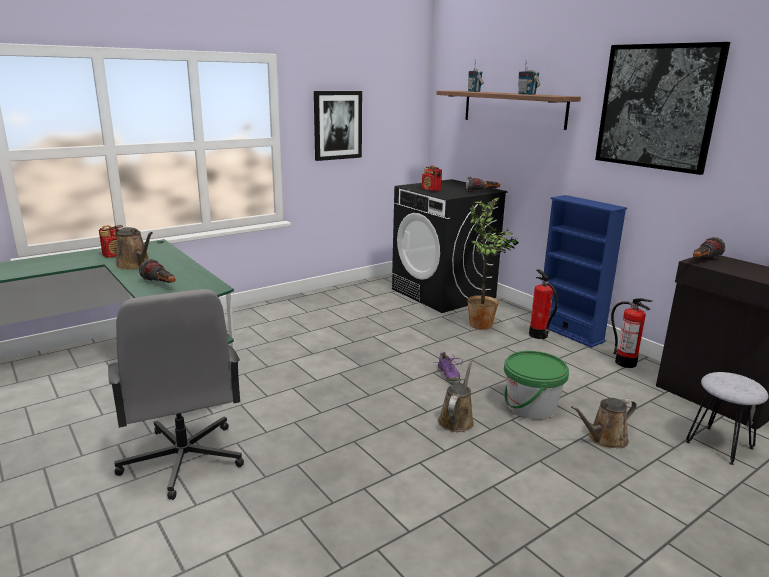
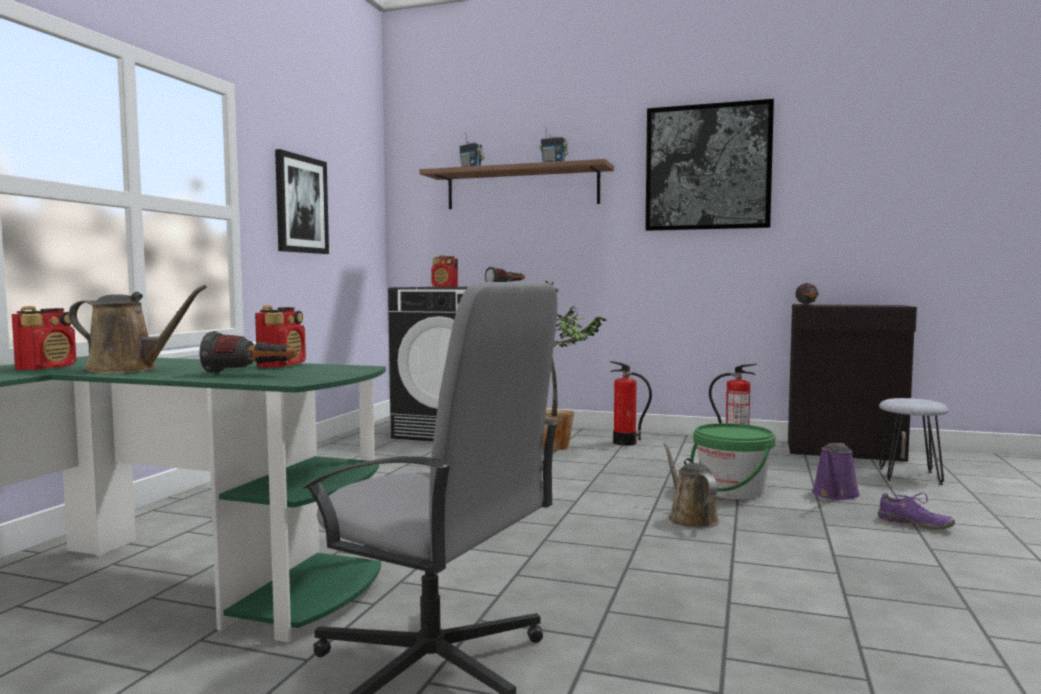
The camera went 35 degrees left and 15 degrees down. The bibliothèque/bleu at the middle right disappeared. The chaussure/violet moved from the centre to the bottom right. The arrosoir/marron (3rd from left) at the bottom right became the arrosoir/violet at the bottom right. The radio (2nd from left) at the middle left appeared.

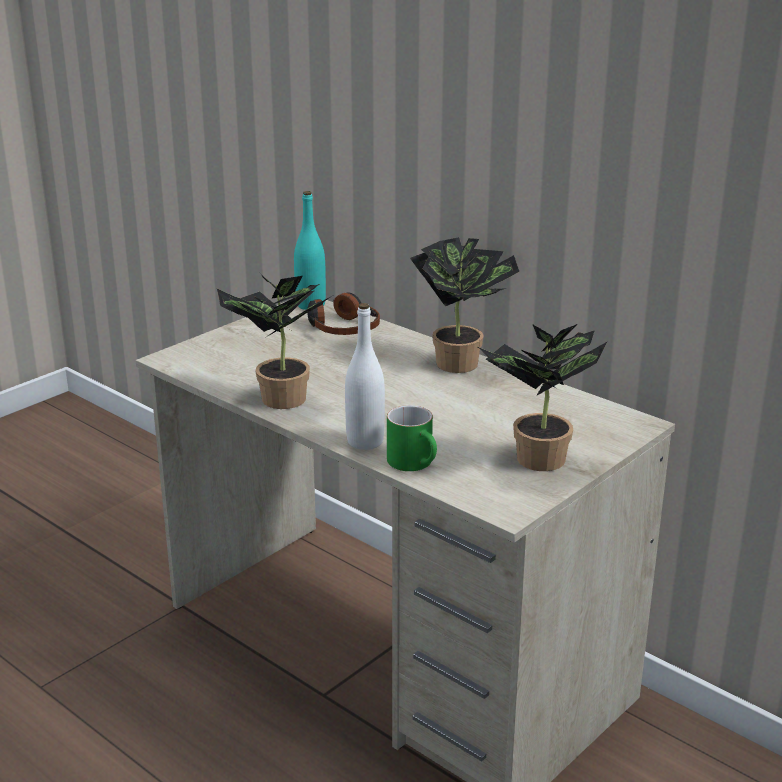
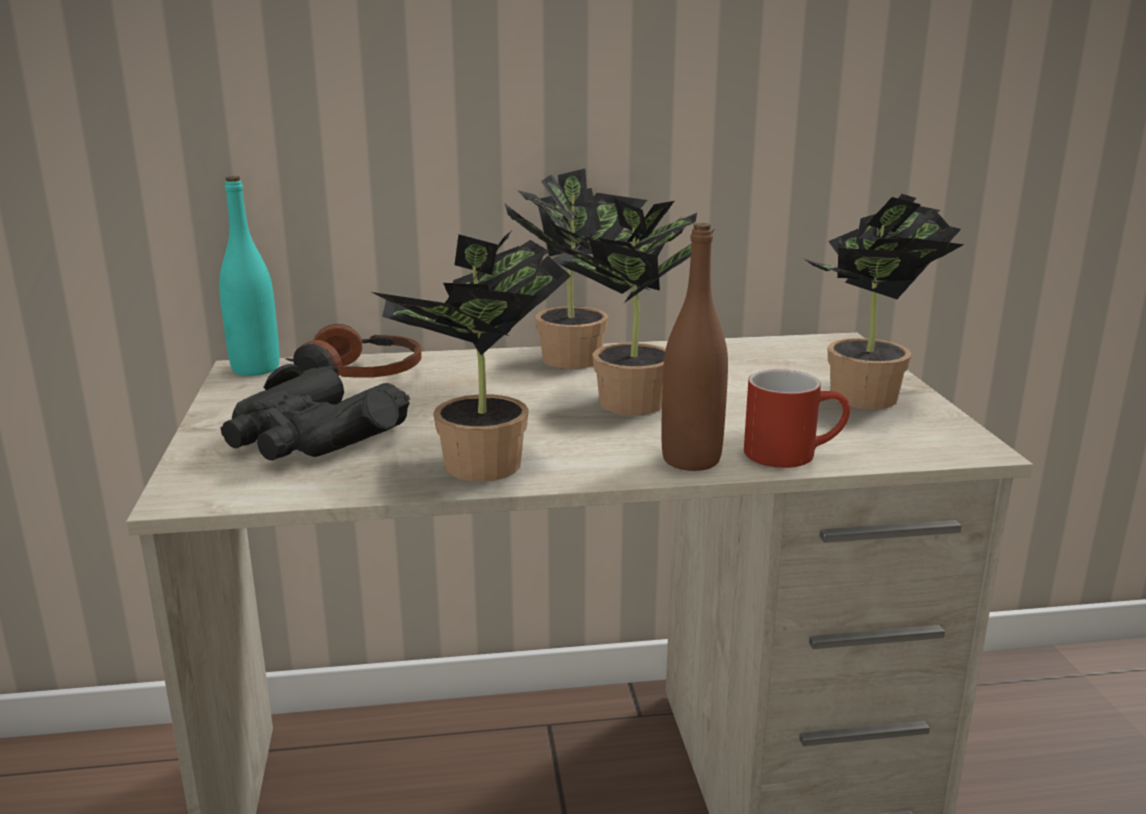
The camera went 50 degrees left and 5 degrees down. The bouteille/blanc at the centre became the bouteille/marron at the centre. The mug/vert at the centre became the mug/rouge at the middle right. The plante en pot (3rd from left) at the centre appeared. The jumelles/noir at the middle left appeared.

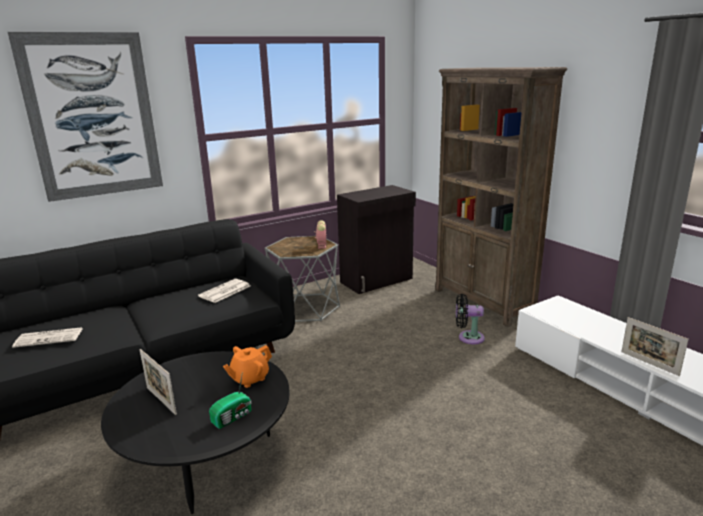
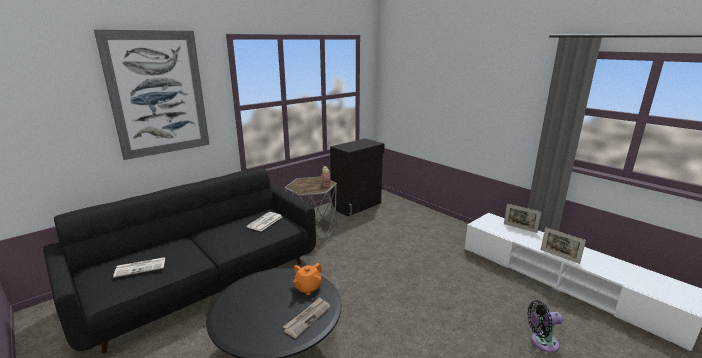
The camera went 10 degrees left and 0 degrees up. The bibliothèque/marron at the middle right disappeared. The ventilateur/noir moved from the middle right to the bottom right. The cadre photo (1st from left) moved from the bottom left to the middle right. The radio at the bottom left was replaced by the journal (3rd from left) at the bottom centre.

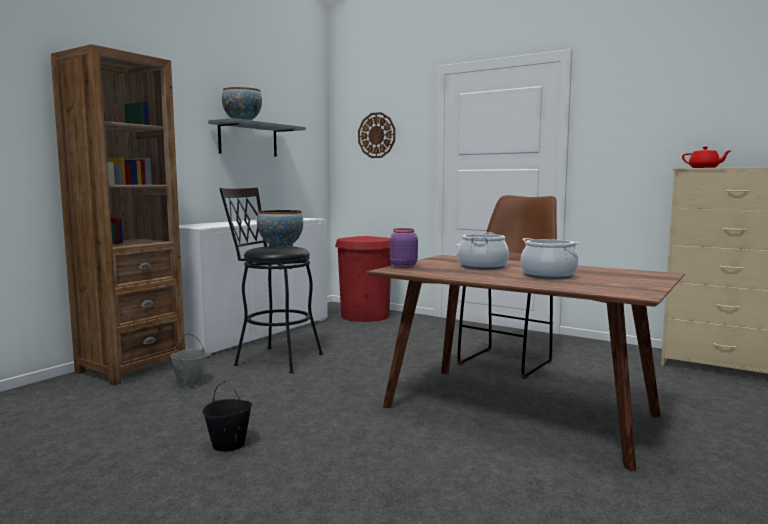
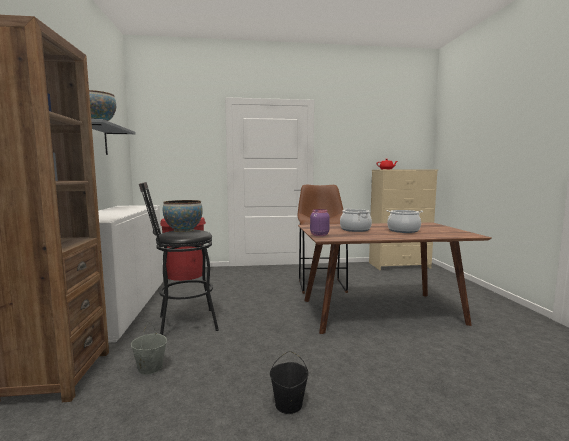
The camera went 40 degrees left and 0 degrees up. The horloge murale at the top centre disappeared.

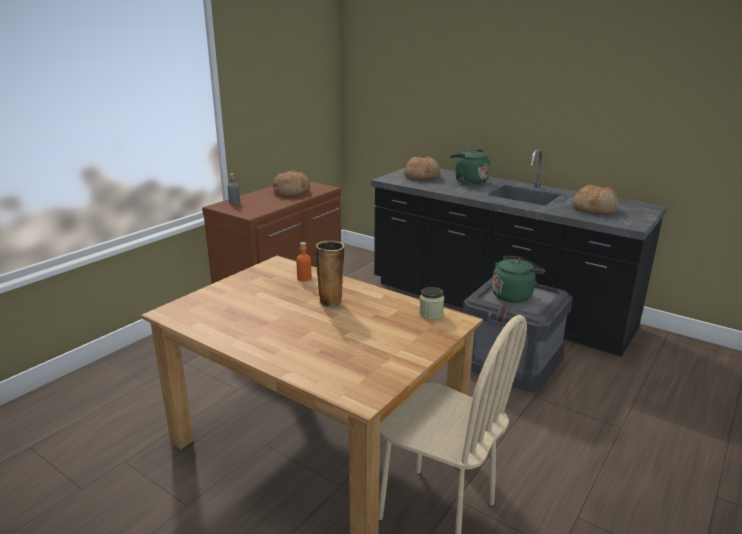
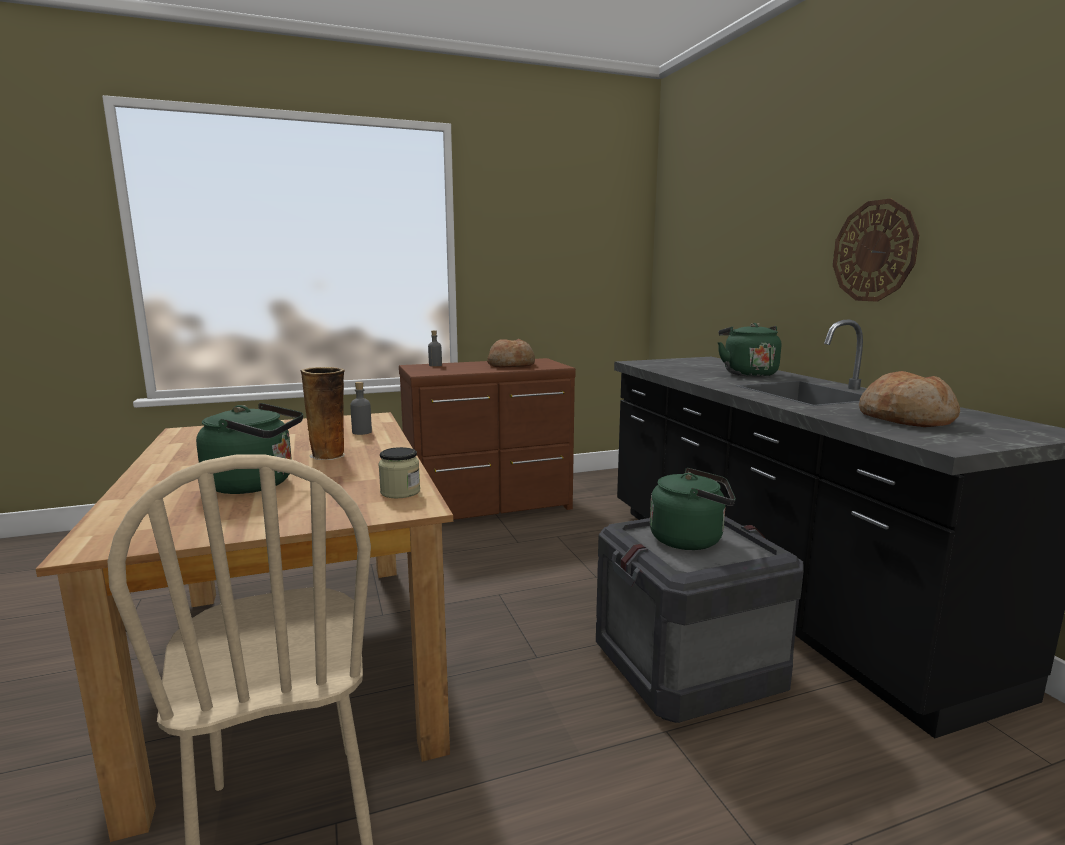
The camera went 35 degrees right and 10 degrees down. The pain (2nd from left) at the top centre disappeared. The bouteille/orange at the centre became the bouteille/gris (1st from left) at the centre. The horloge murale at the top right appeared. The bouilloire/vert (1st from left) at the middle left appeared.

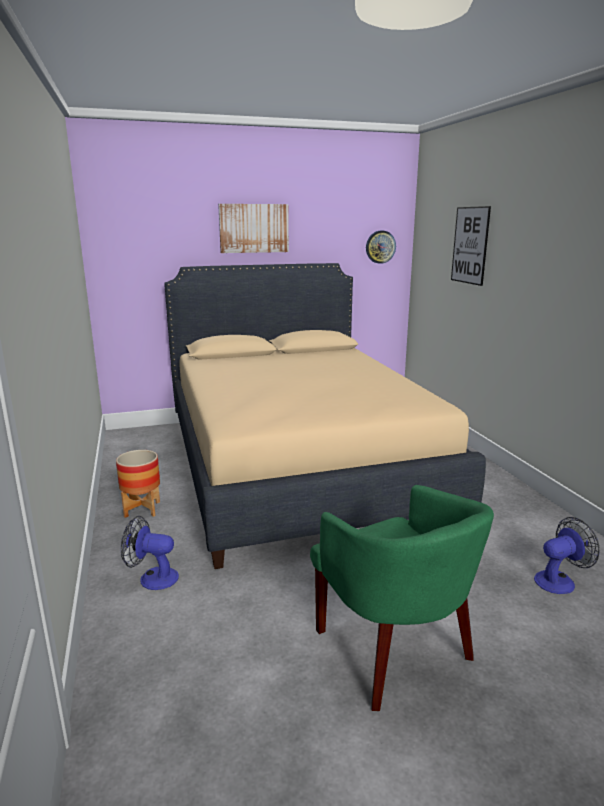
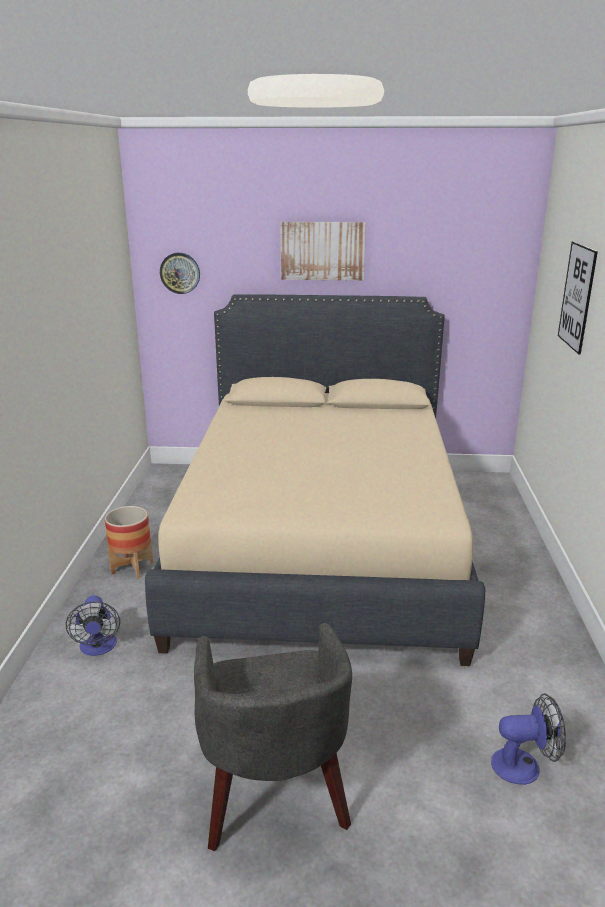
The camera went 20 degrees right and 5 degrees up. The horloge murale moved from the top centre to the top left. The fauteuil/vert at the bottom centre became the fauteuil/gris at the bottom centre. The ventilateur (1st from left) at the bottom left turned 135 degrees counterclockwise.

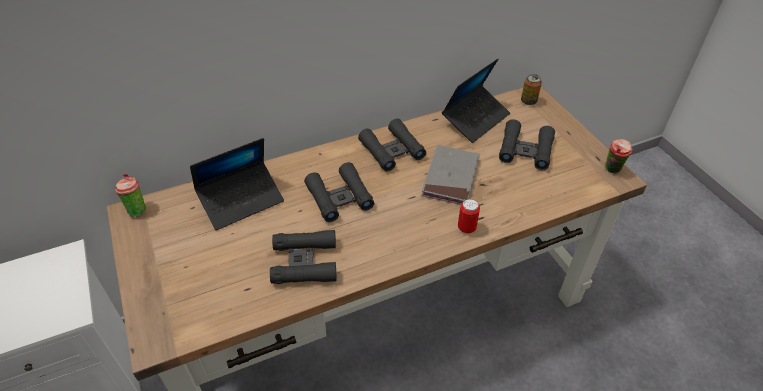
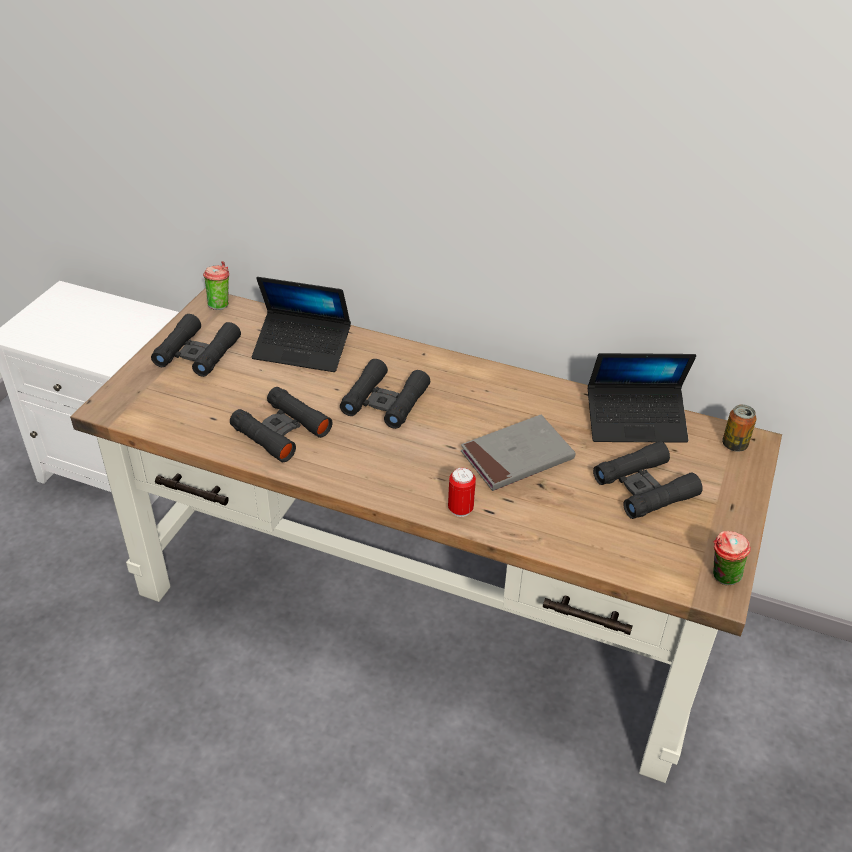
The camera went 45 degrees right and 5 degrees down. The jumelles/noir (3rd from left in the first image) moved from the centre to the middle left.

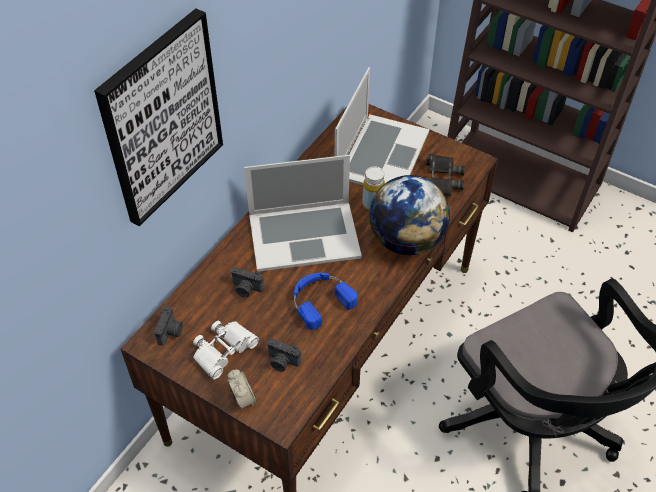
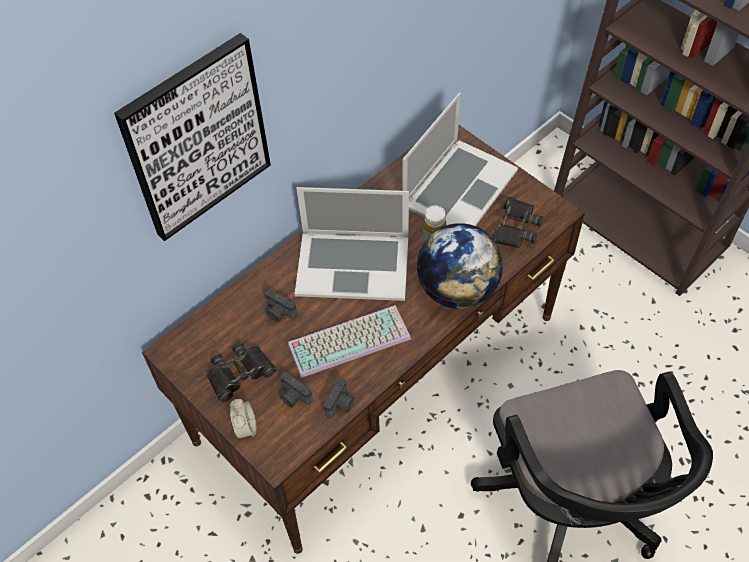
The camera went 15 degrees right and 5 degrees up. The casque audio/bleu at the centre was replaced by the clavier at the centre. The appareil photo (1st from left in the first image) moved from the middle left to the bottom centre. The jumelles/blanc at the bottom centre became the jumelles/noir (1st from left) at the middle left.

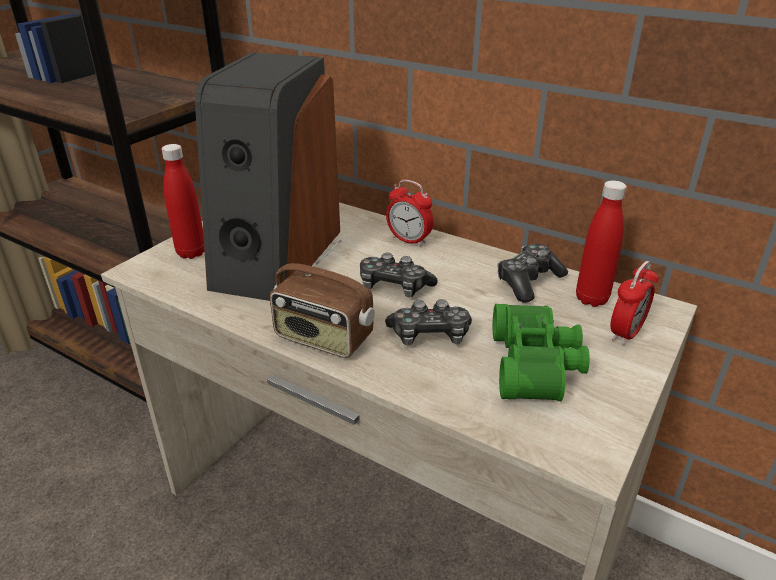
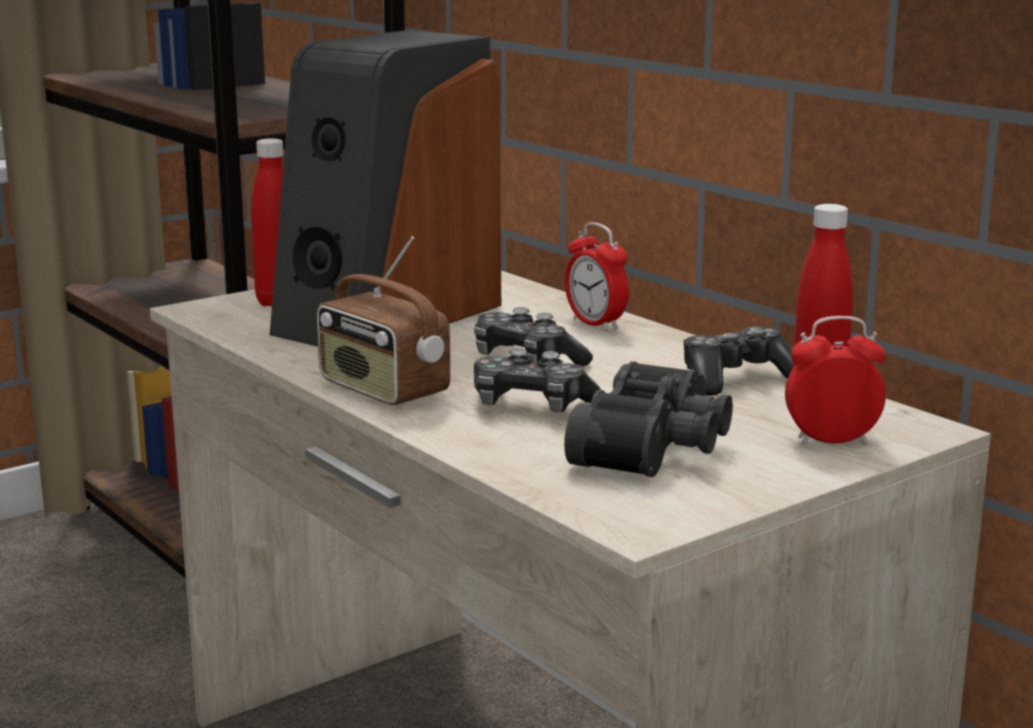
The camera went 20 degrees right and 15 degrees down. The réveil (2nd from left) at the middle right turned 150 degrees counterclockwise. The jumelles/vert at the middle right became the jumelles/noir at the centre.

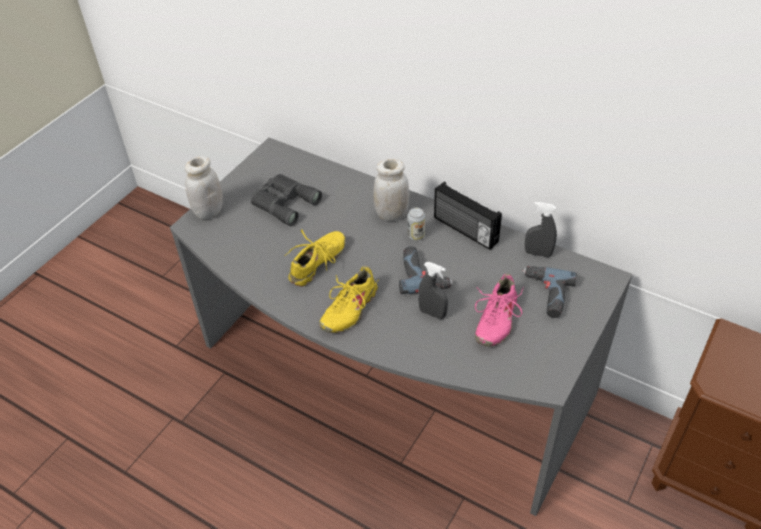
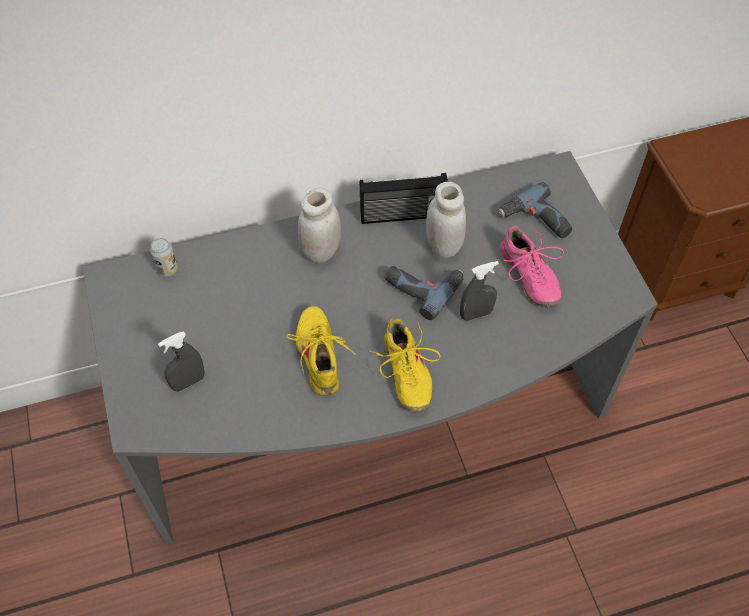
The camera went 50 degrees left and 10 degrees up. The bocal/blanc (1st from left in the first image) moved from the middle left to the centre. The jumelles/gris at the centre disappeared. The vaporisateur/gris (2nd from left in the first image) moved from the middle right to the middle left. The boîte métallique moved from the centre to the middle left.

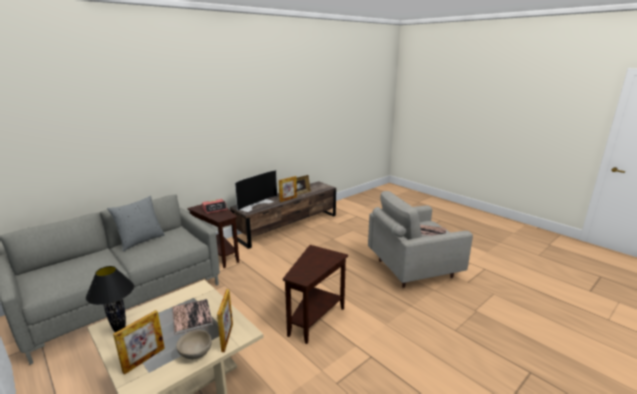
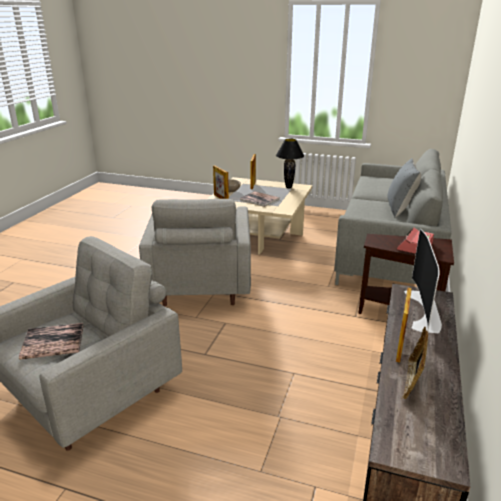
The camera went 150 degrees right and 5 degrees up. The table d'appoint/marron (2nd from left) at the bottom centre was replaced by the fauteuil/gris (2nd from left) at the centre.

